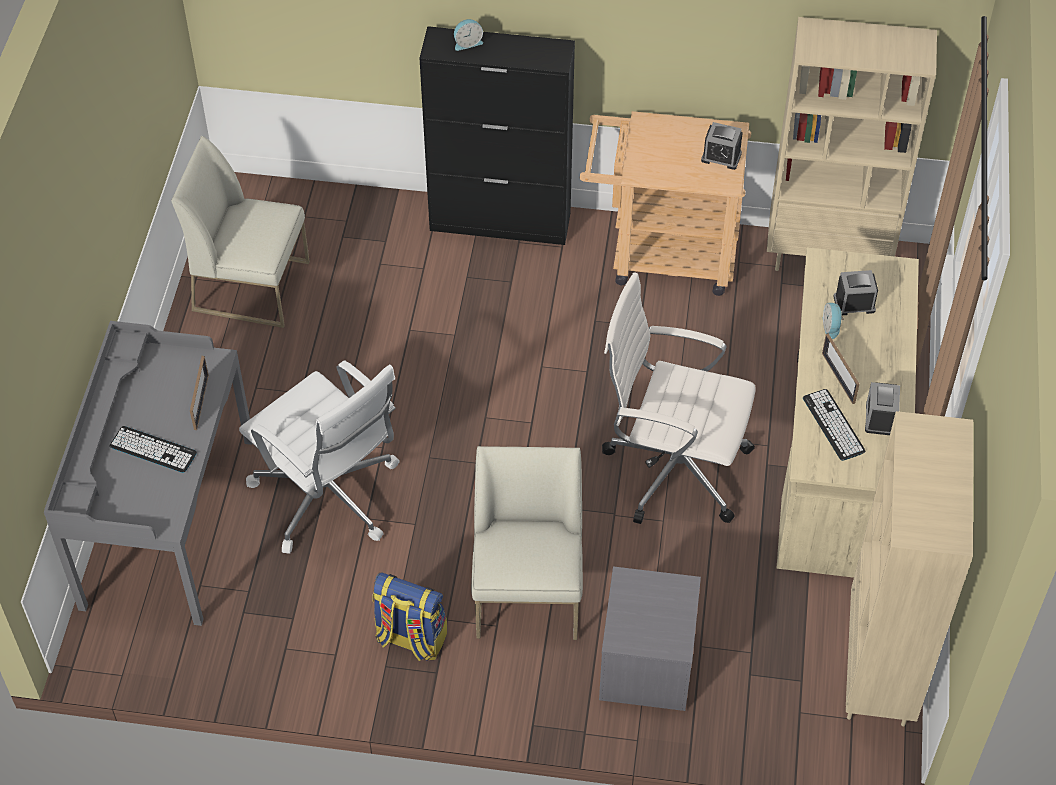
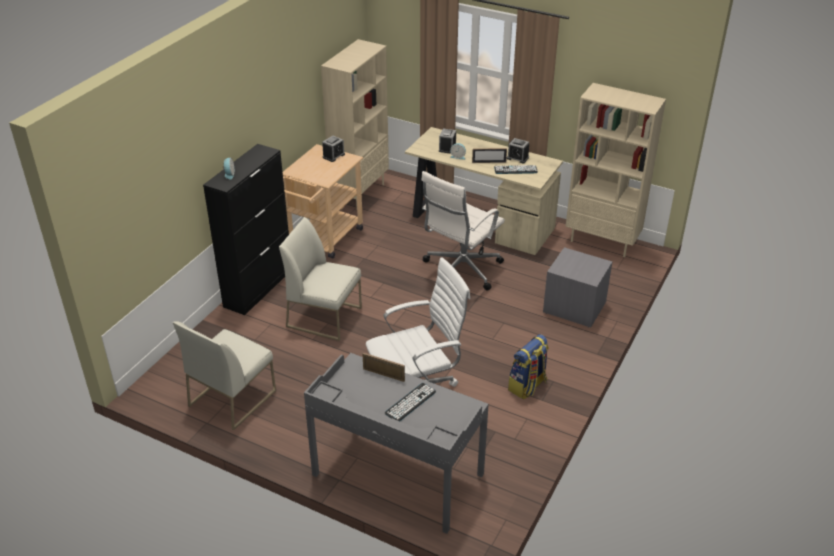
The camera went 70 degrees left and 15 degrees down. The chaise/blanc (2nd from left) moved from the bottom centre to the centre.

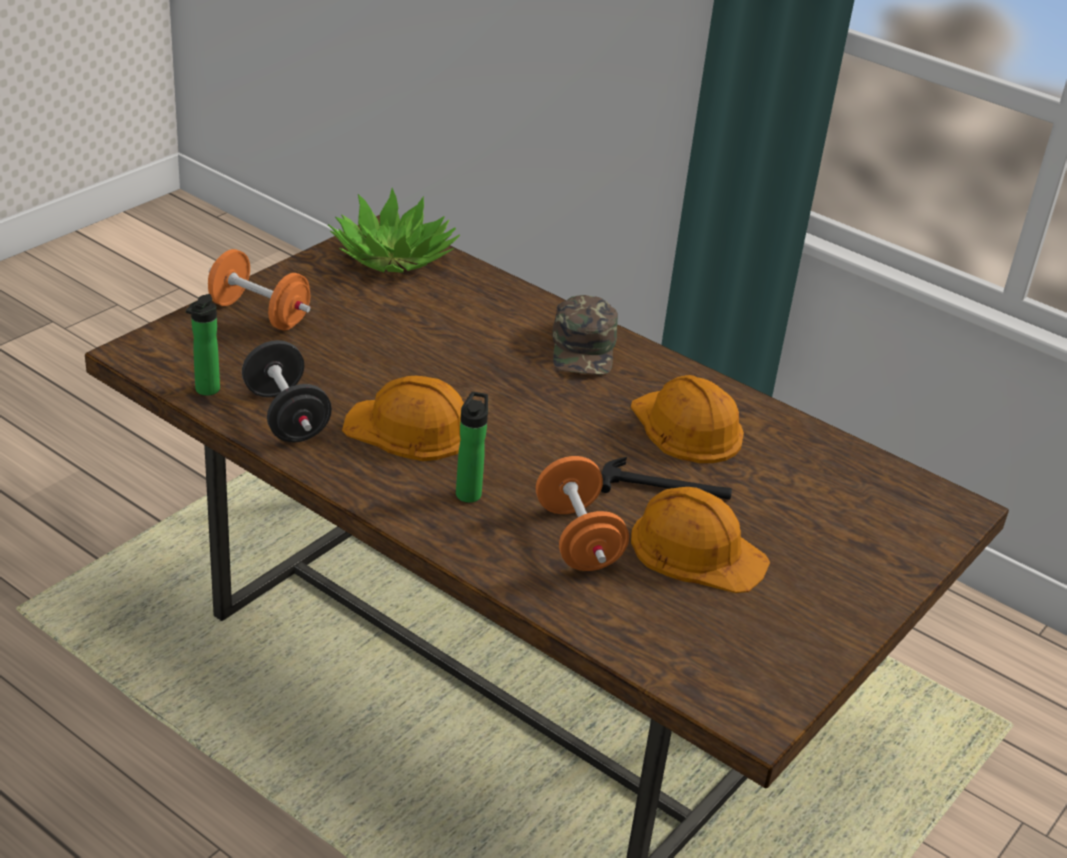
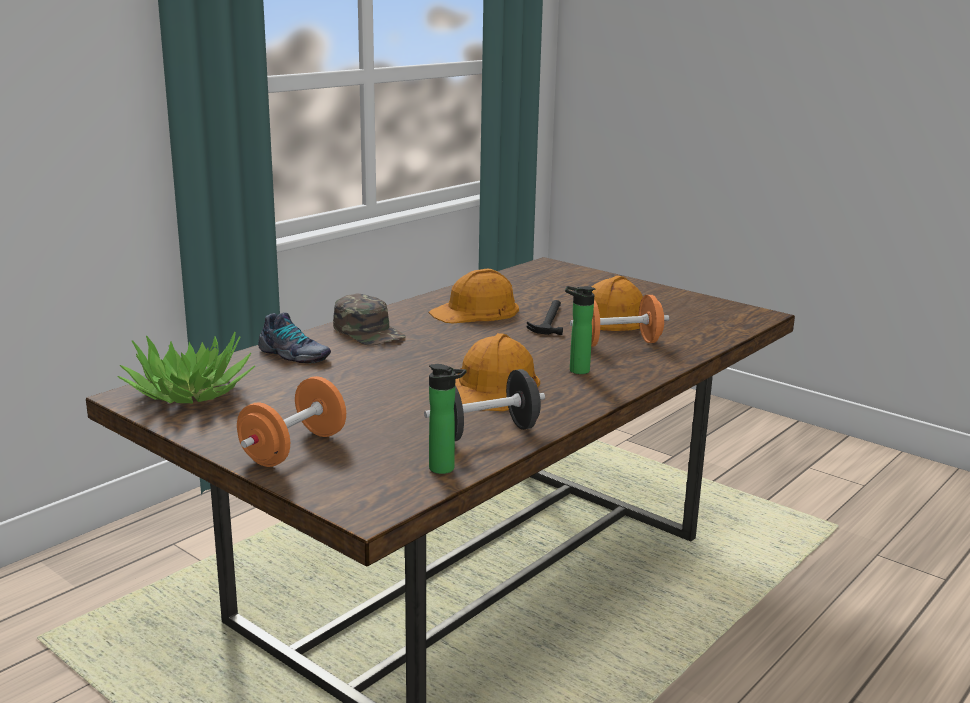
The camera went 85 degrees left and 15 degrees down. The casquette/vert at the centre turned 45 degrees clockwise. The chaussure at the middle left appeared.

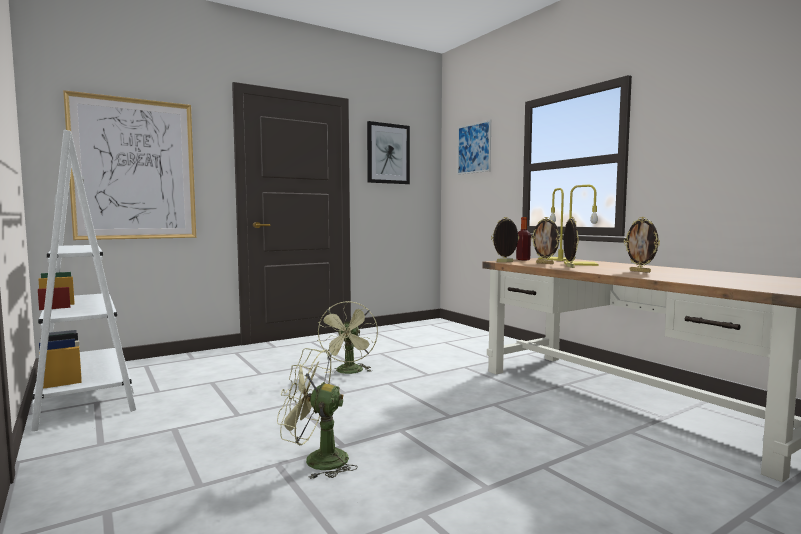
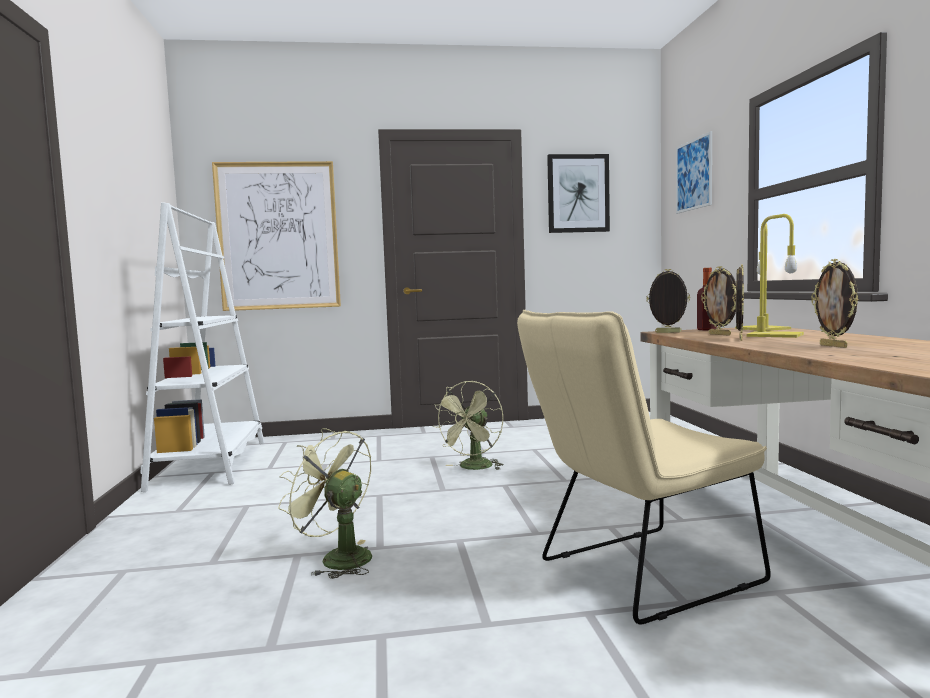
The camera went 25 degrees right and 0 degrees up. The chaise/beige at the bottom right appeared.

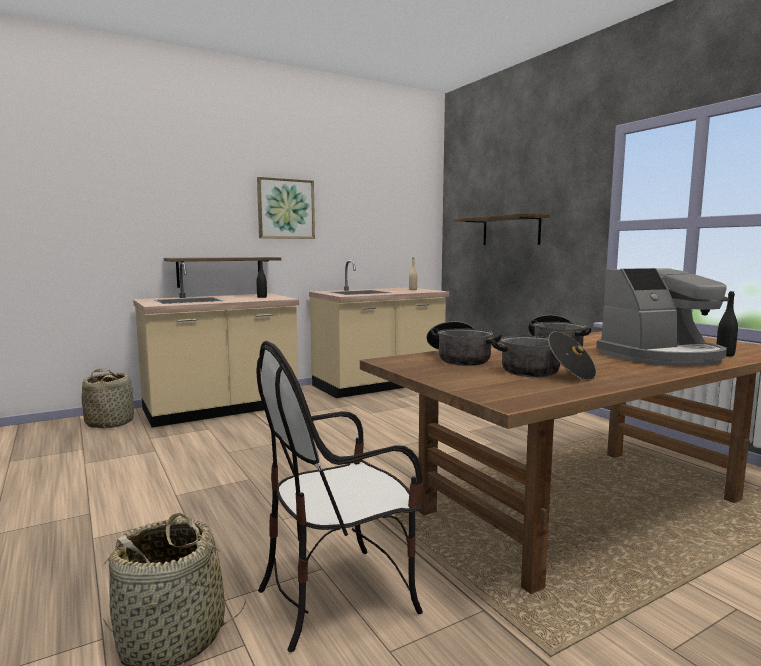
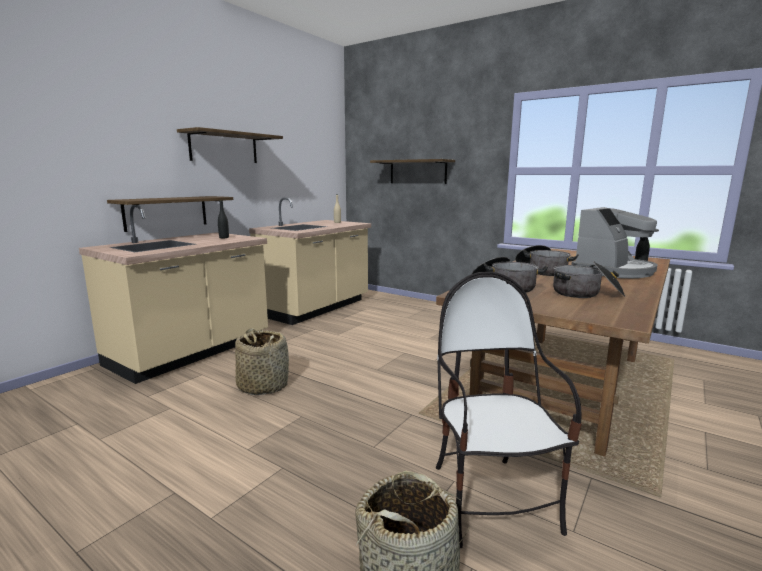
The camera went 25 degrees left and 5 degrees up. The tableau at the top centre was replaced by the étagère (2nd from left) at the top left. The chaise at the bottom centre turned 135 degrees clockwise. The panier (1st from left) moved from the middle left to the centre.

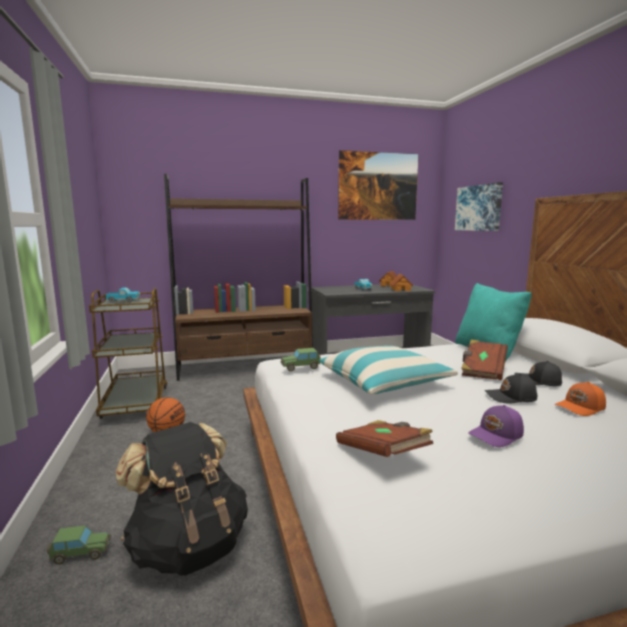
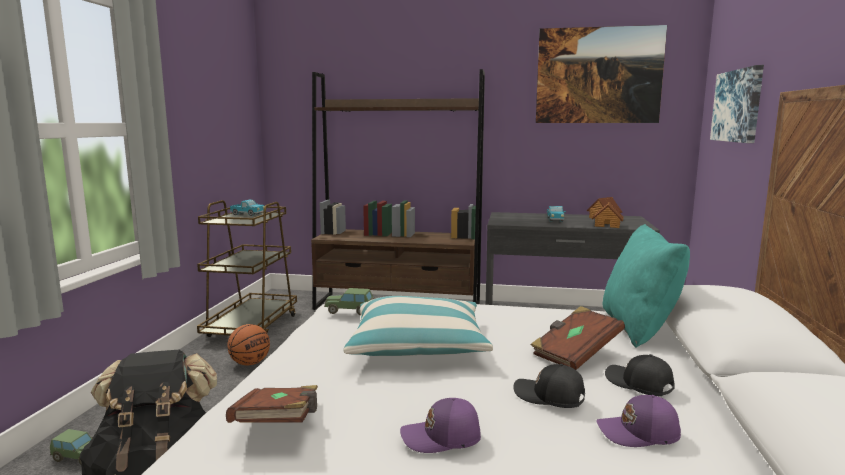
The camera went 25 degrees right and 0 degrees up. The casquette/orange at the middle right became the casquette/violet (2nd from left) at the bottom right.

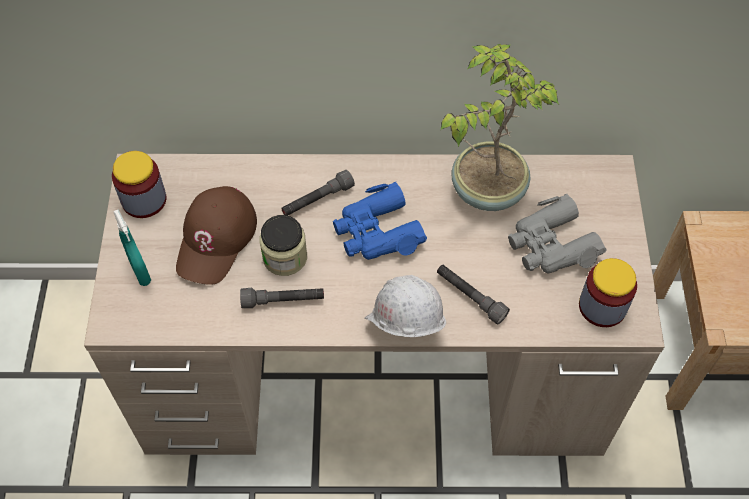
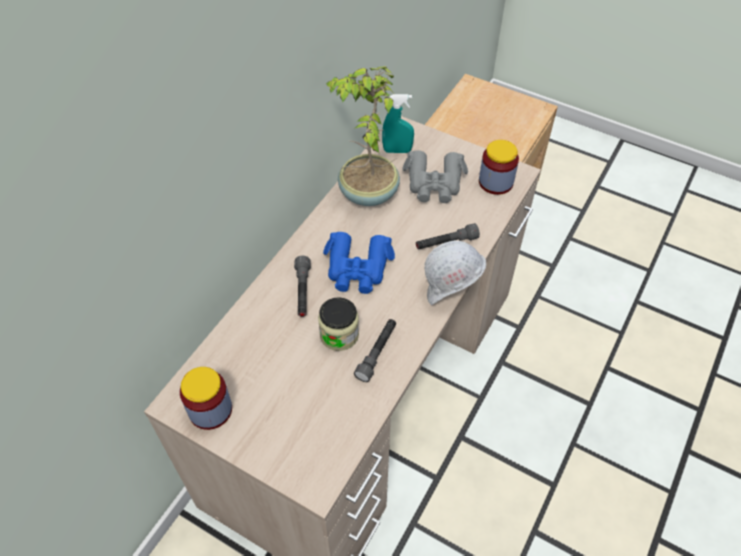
The camera went 60 degrees left and 5 degrees down. The casquette/marron at the middle left disappeared. The vaporisateur/turquoise moved from the middle left to the top centre.

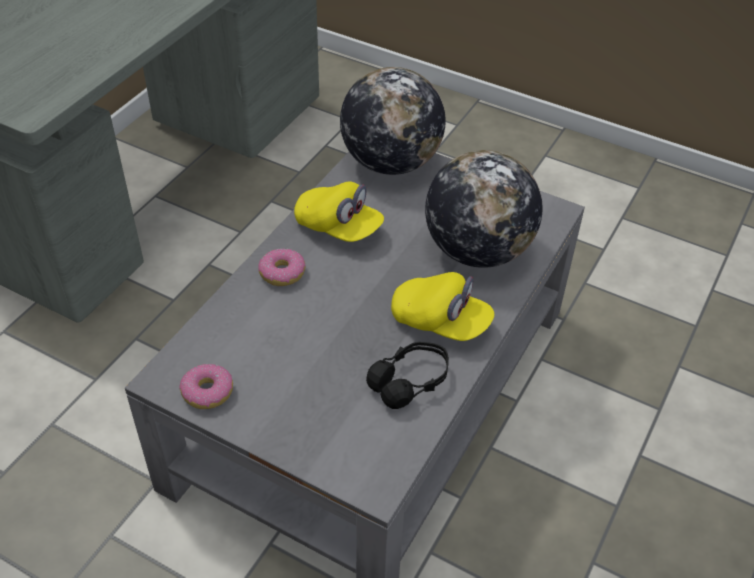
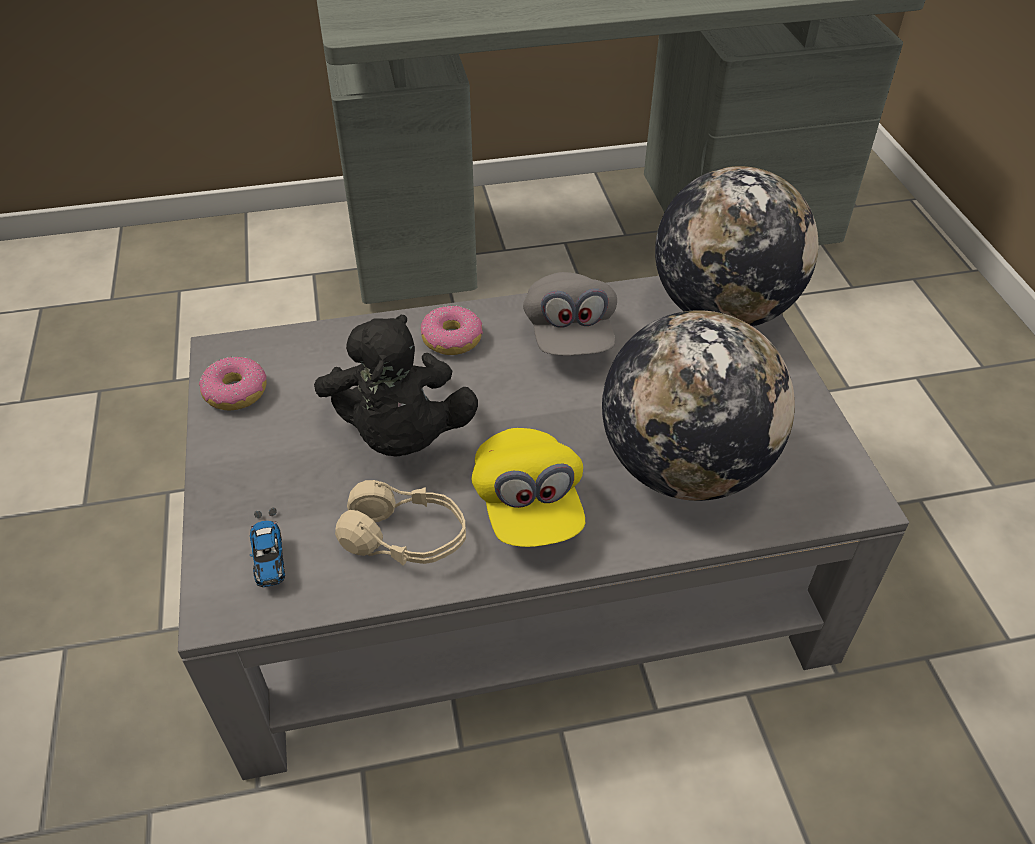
The camera went 50 degrees right and 0 degrees up. The casquette/jaune (1st from left) at the centre became the casquette/gris at the centre. The casque audio/noir at the centre became the casque audio/beige at the centre. The peluche/noir at the centre appeared. The petite voiture at the middle left appeared.

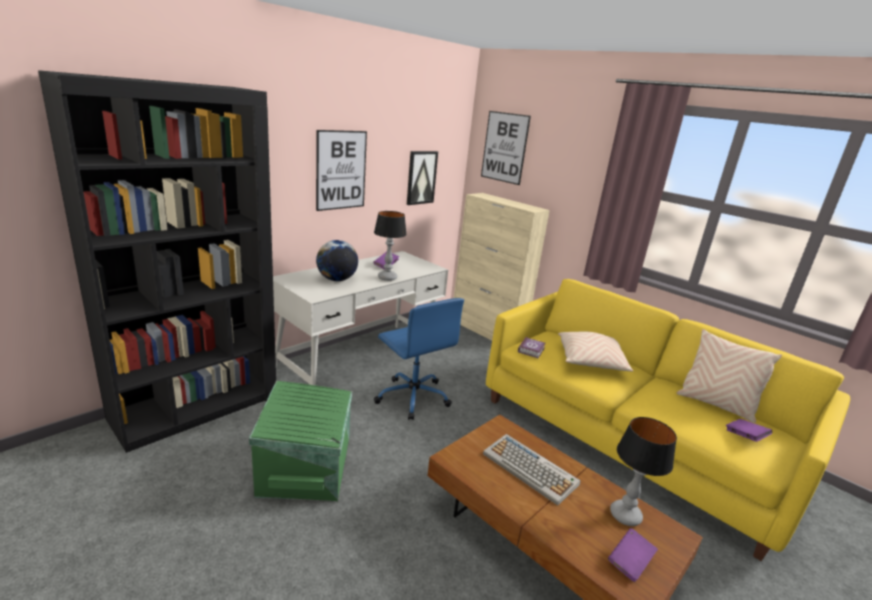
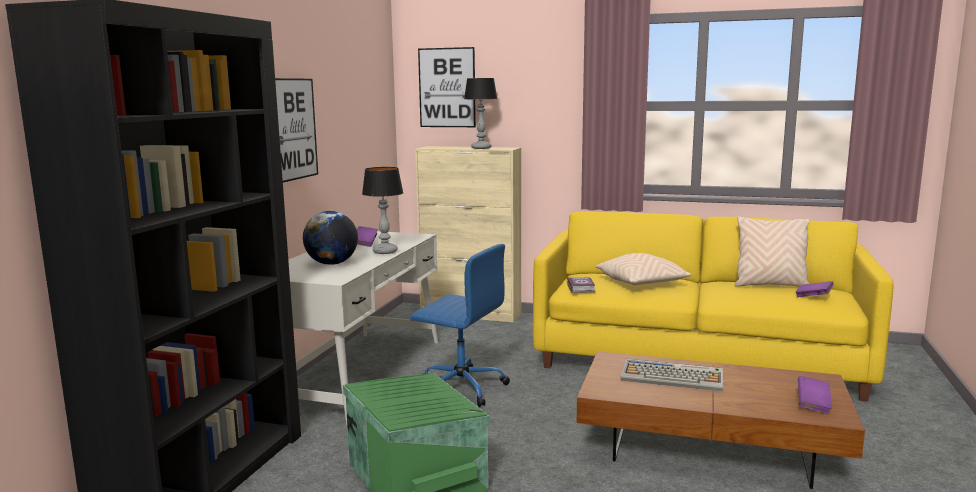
The camera went 25 degrees left and 10 degrees down. The tableau (2nd from left) at the top centre disappeared. The lampe de table (2nd from left) moved from the bottom right to the top centre.

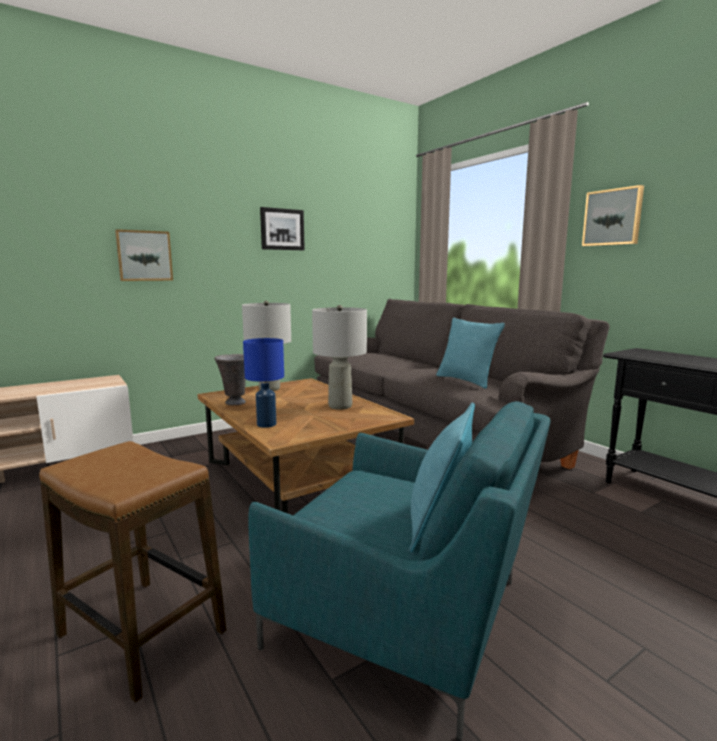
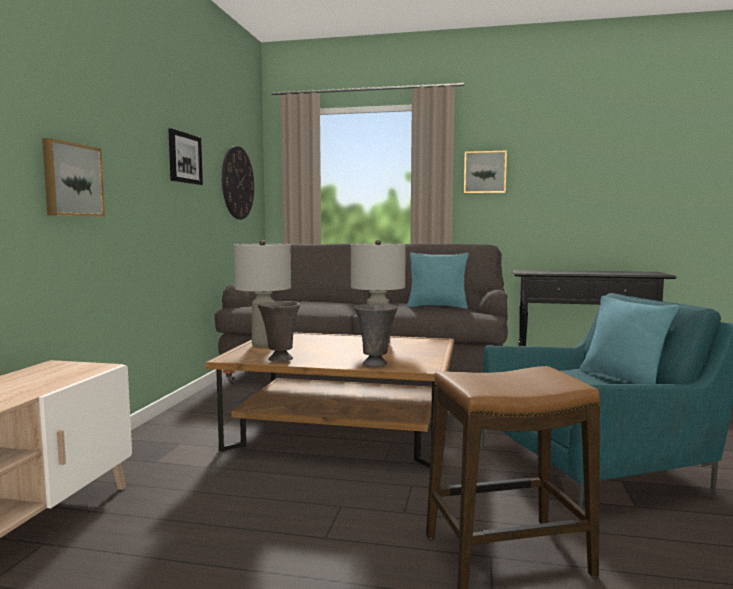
The camera went 45 degrees left and 5 degrees down. The lampe de table/bleu at the centre was replaced by the vase/gris (2nd from left) at the centre. The horloge murale at the top left appeared.

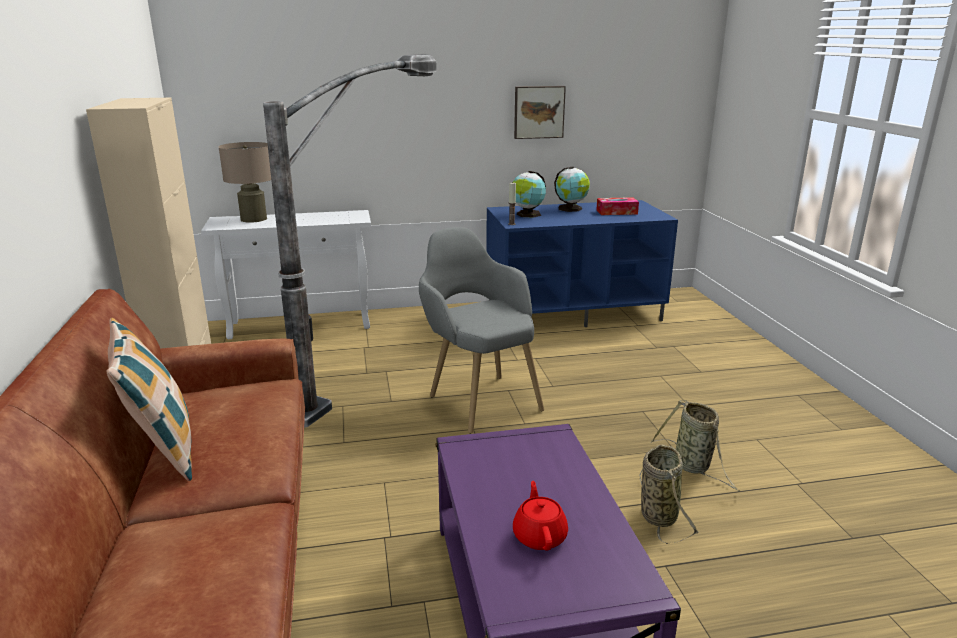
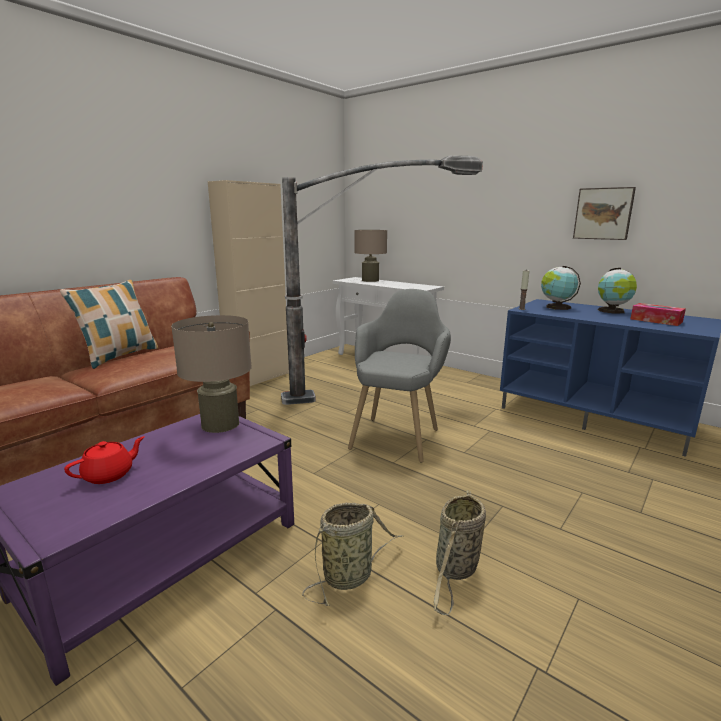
The camera went 50 degrees right and 5 degrees down. The lampe de table/beige (1st from left) at the middle left appeared.

